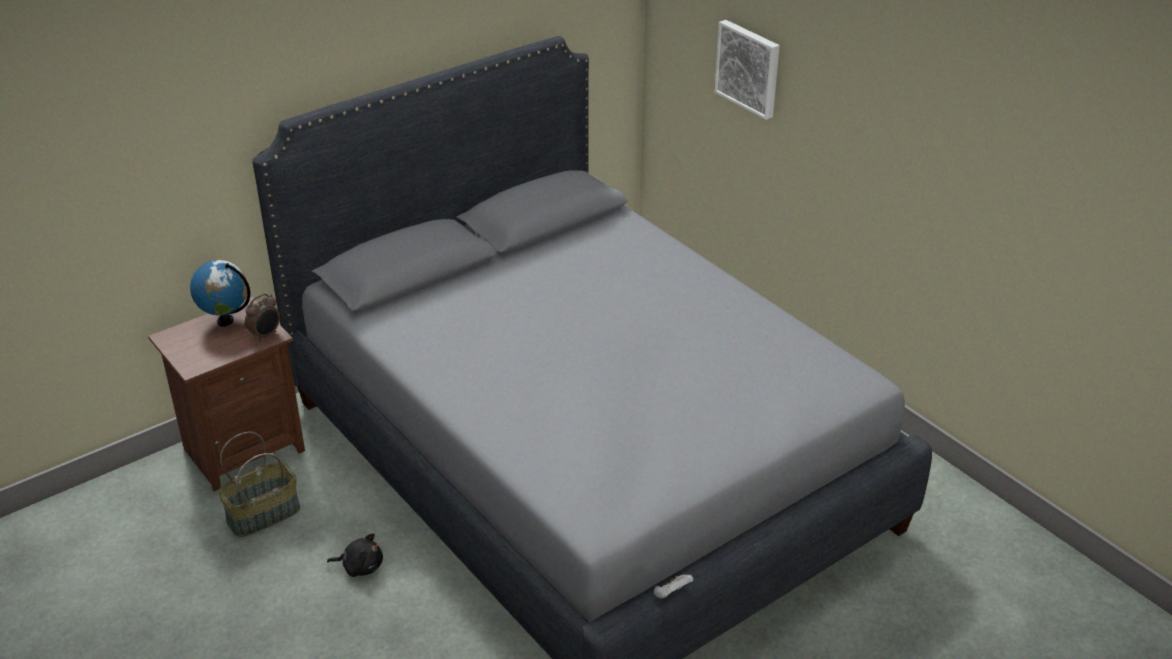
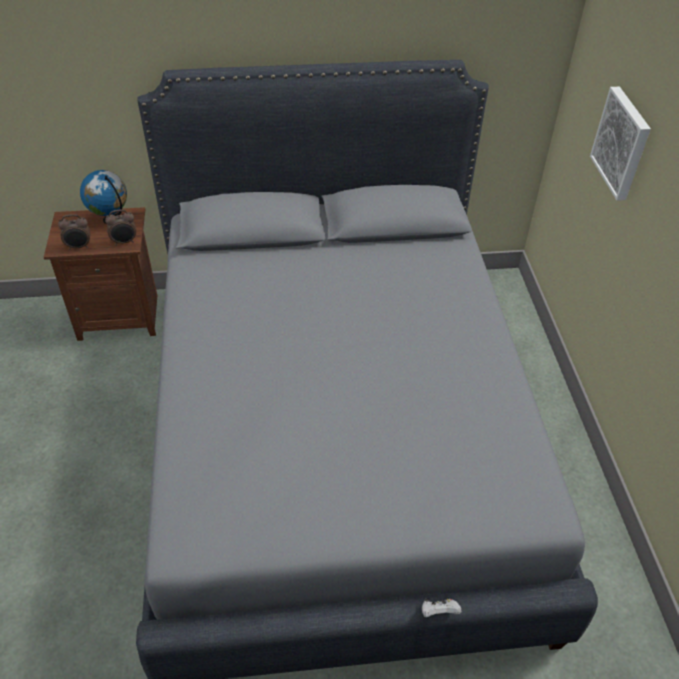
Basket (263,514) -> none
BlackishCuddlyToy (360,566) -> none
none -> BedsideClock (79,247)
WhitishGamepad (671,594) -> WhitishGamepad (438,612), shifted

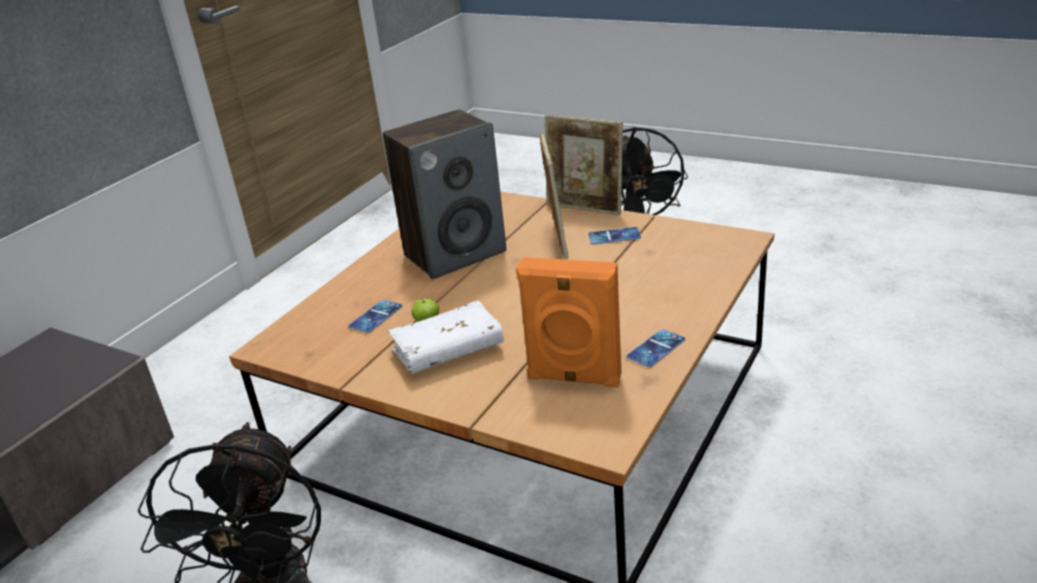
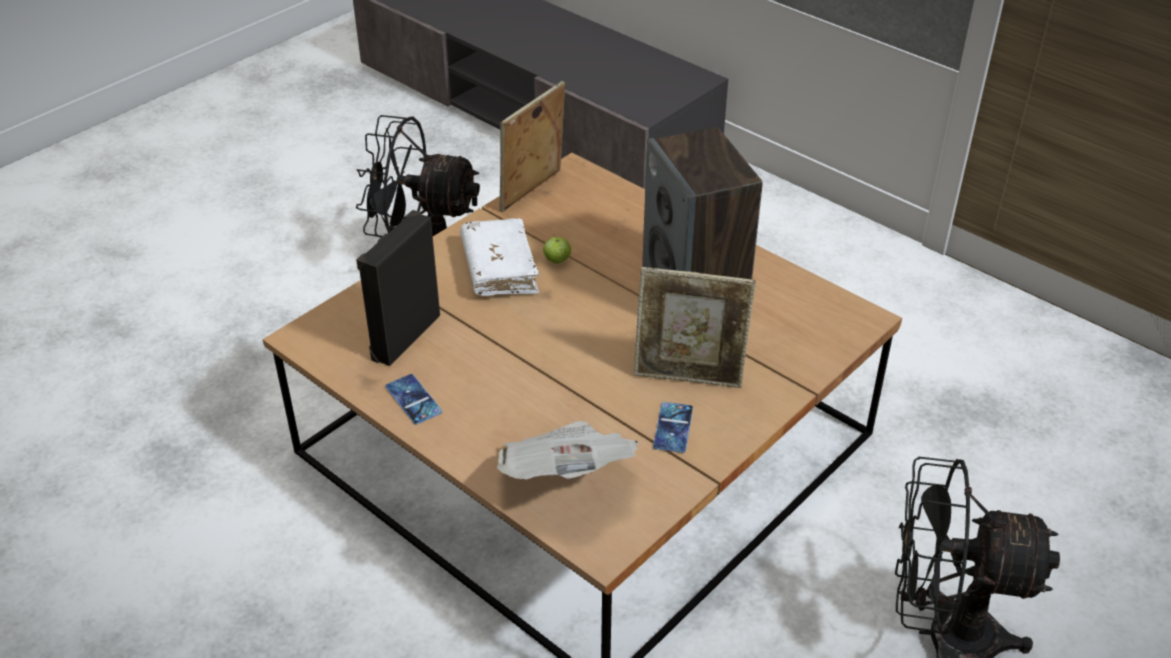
Phone (376,316) -> none
none -> PrintedPaper (567,476)
PhotoFrame (585,208) -> PhotoFrame (533,193), shifted
OrangeyAudioSpeaker (574,378) -> BlackishAudioSpeaker (403,336)

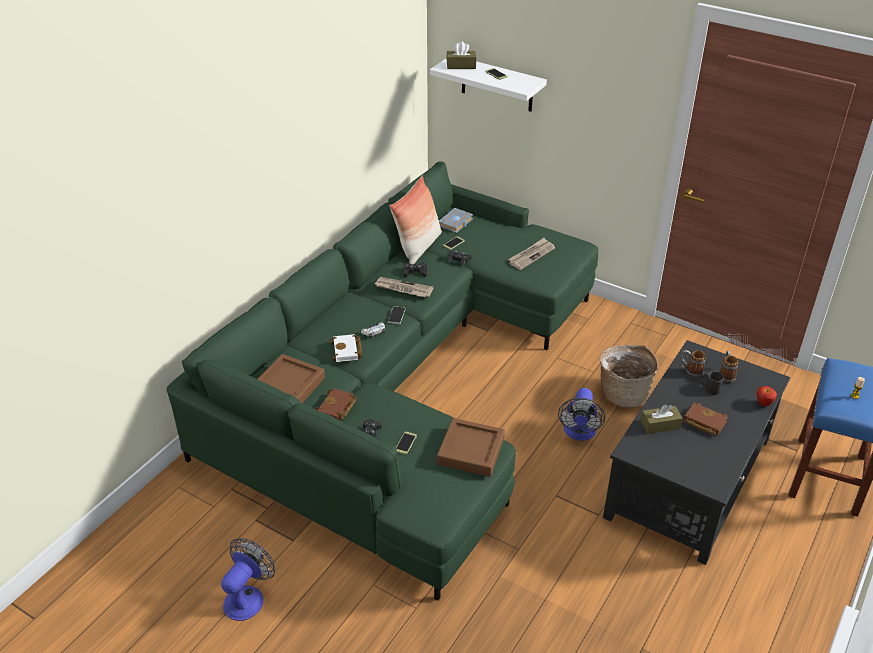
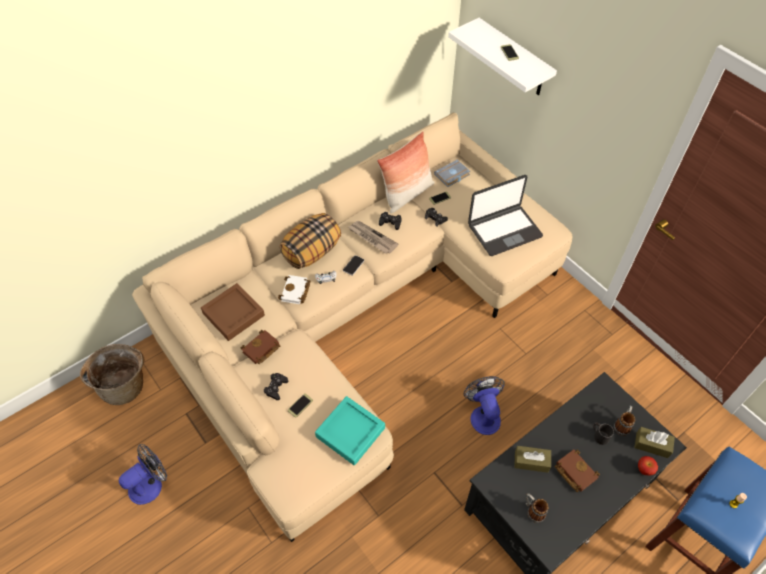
none -> Cushion (312,252)
BrownTissueBox (461,65) -> BrownTissueBox (652,445), shifted
Basket (624,393) -> Basket (124,385), shifted
CoffeeMug (690,371) -> CoffeeMug (533,511), shifted
PrintedPaper (531,255) -> NotebookComputer (504,230)
GreenishSofa (400,382) -> SandColouredSofa (355,314)
BrownTray (471,451) -> TurquoiseTray (350,432)
CoolingFan (579,433) -> CoolingFan (483,414), 135 degrees clockwise

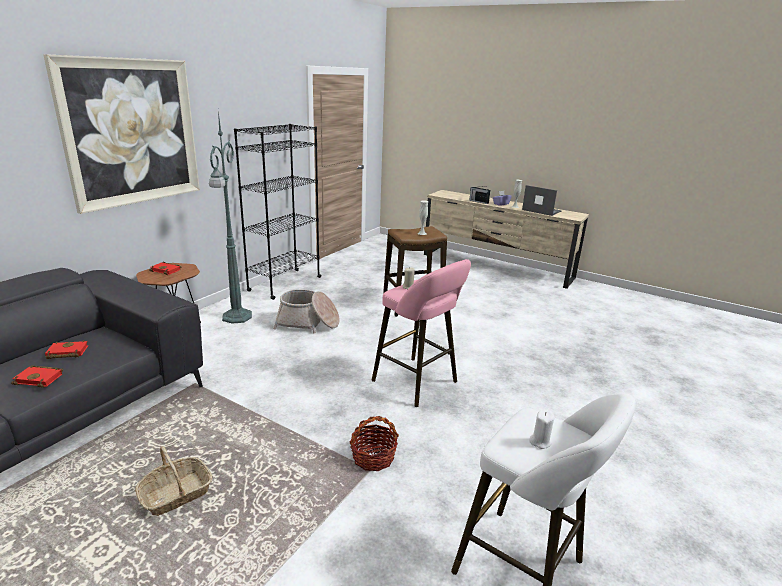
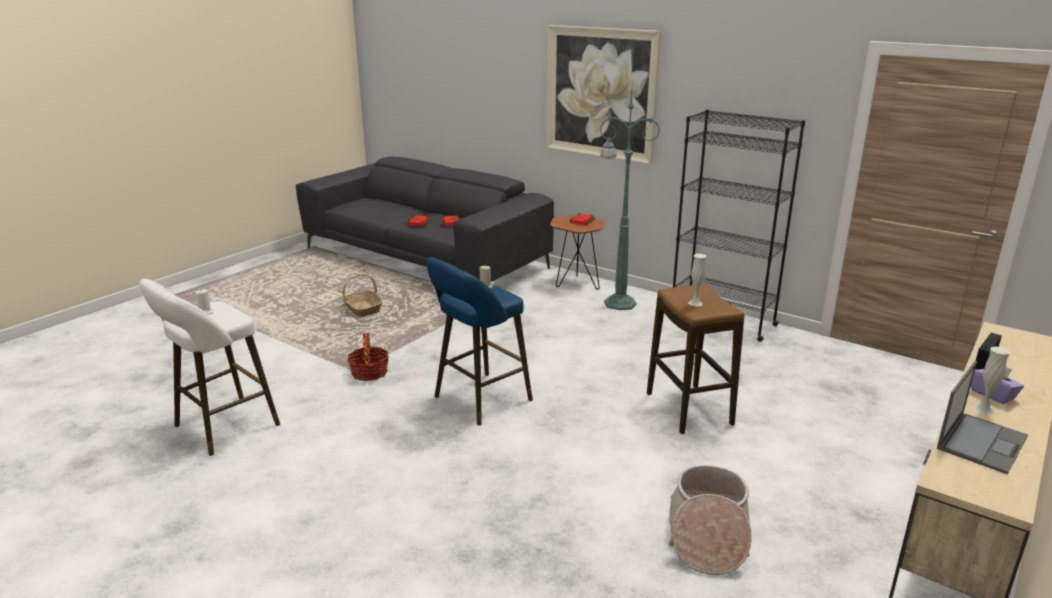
Basket (308,323) -> Basket (707,535), shifted
PinkishSittingStool (418,383) -> BluishSittingStool (478,400)

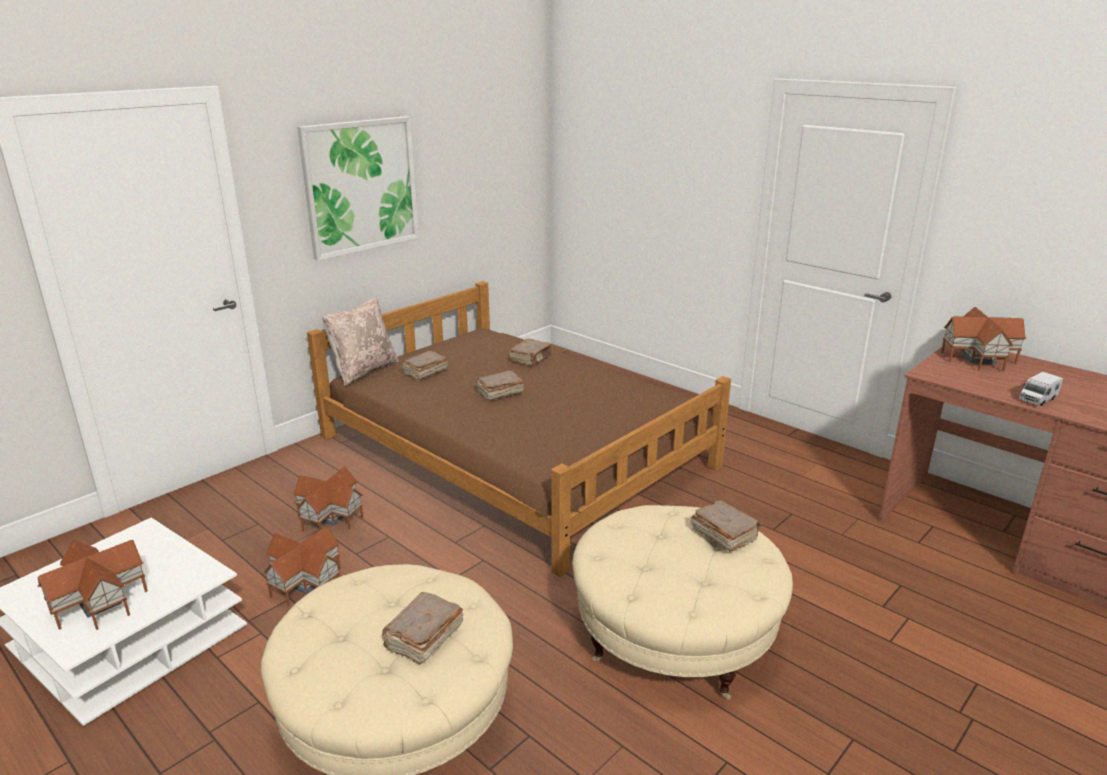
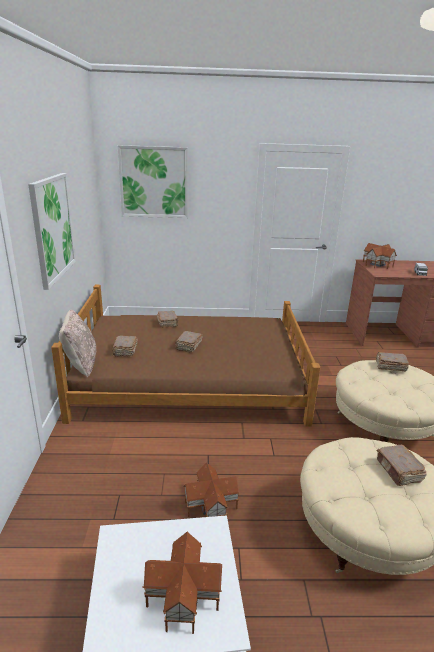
ToyHouse (330,516) -> none
none -> WallPicture (154,182)

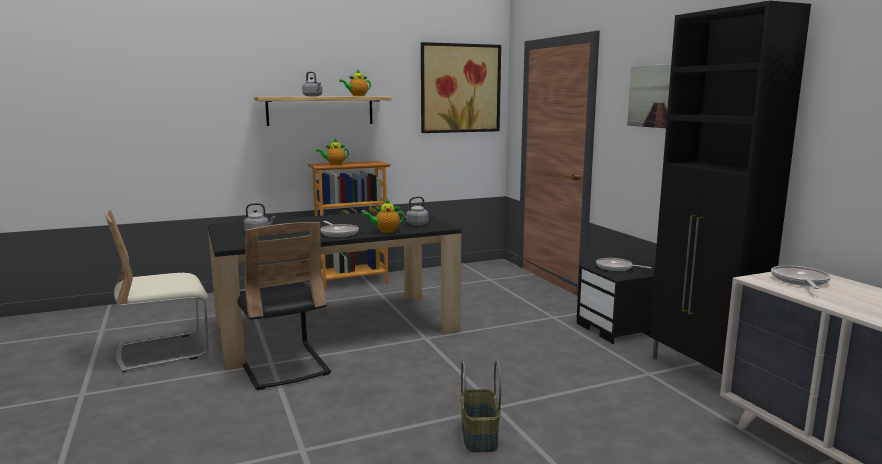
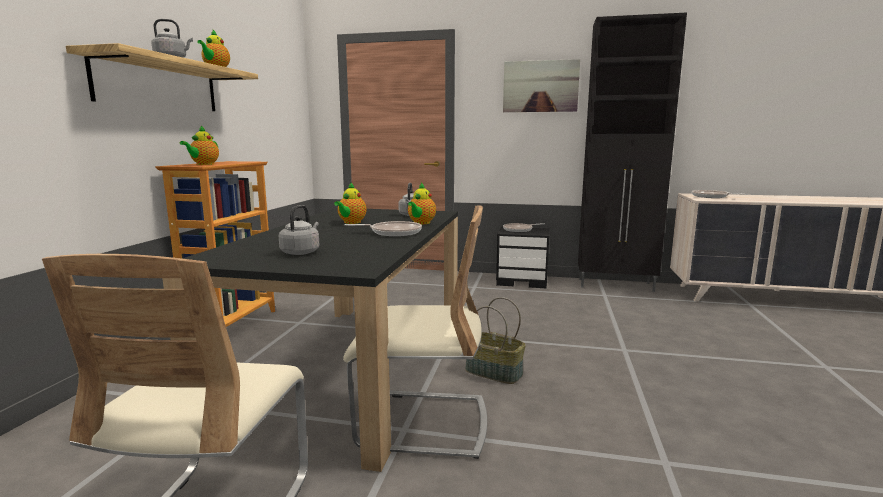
WallPicture (460,88) -> none
none -> Teapot (351,223)
Basket (478,435) -> Basket (492,372), shifted
BlackishChair (283,366) -> SandColouredChair (422,423)

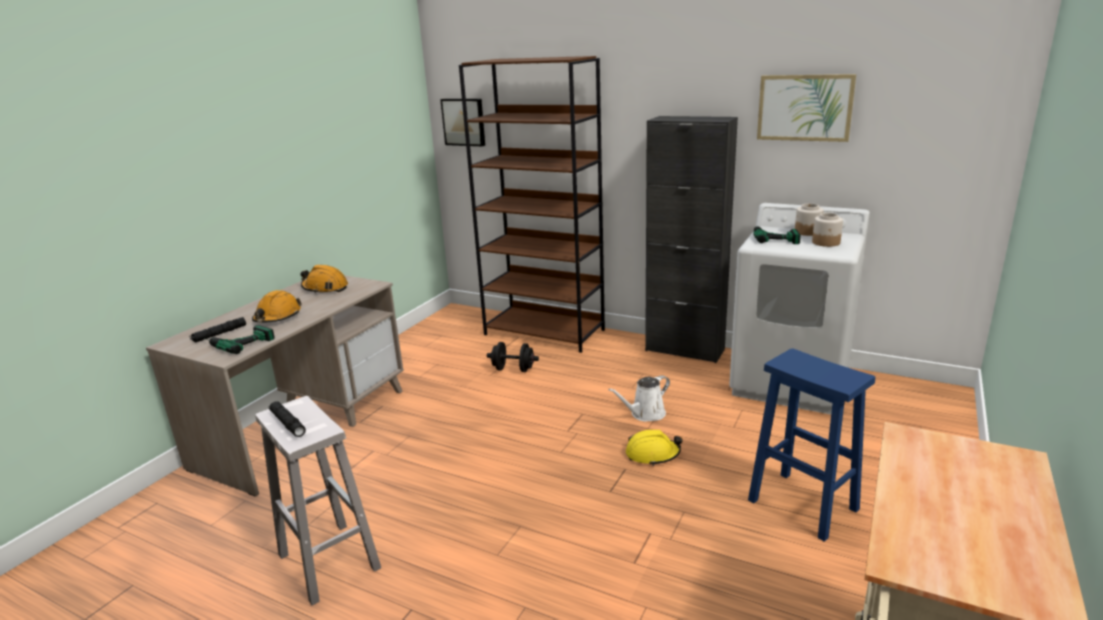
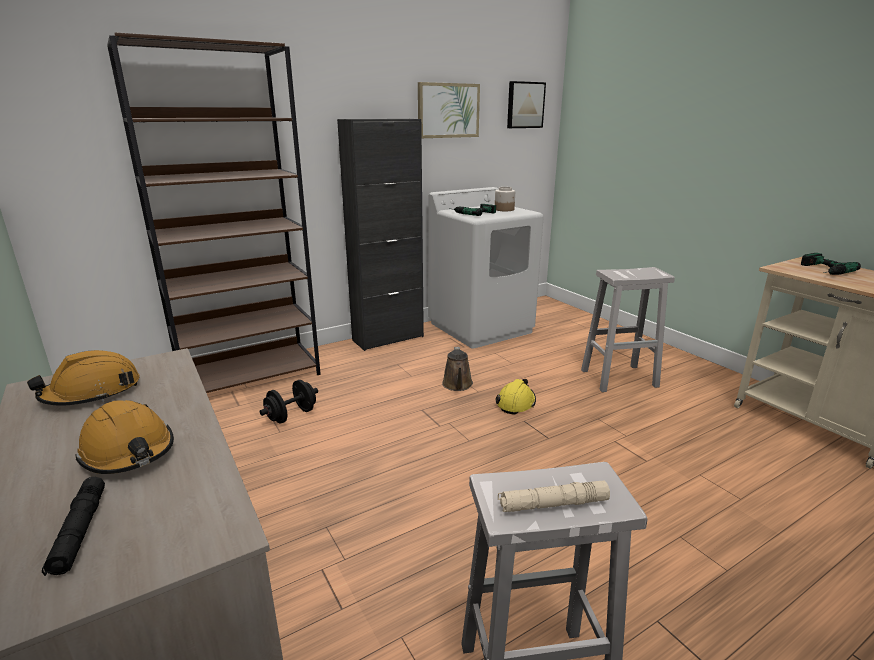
PreserveJar (807,232) -> none
ElectricDrill (238,342) -> ElectricDrill (820,270), shifted
WallPicture (464,122) -> WallPicture (524,105), shifted
BlackishHandTorch (287,423) -> SandColouredHandTorch (552,504)
WhitishSprinklingCan (645,414) -> BrownSprinklingCan (457,385)
BluishSittingStool (804,505) -> WhitishSittingStool (620,378)

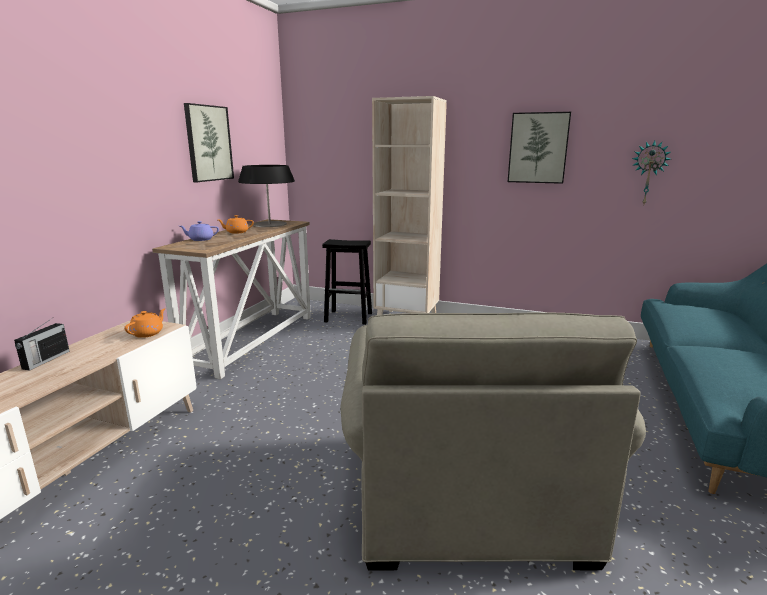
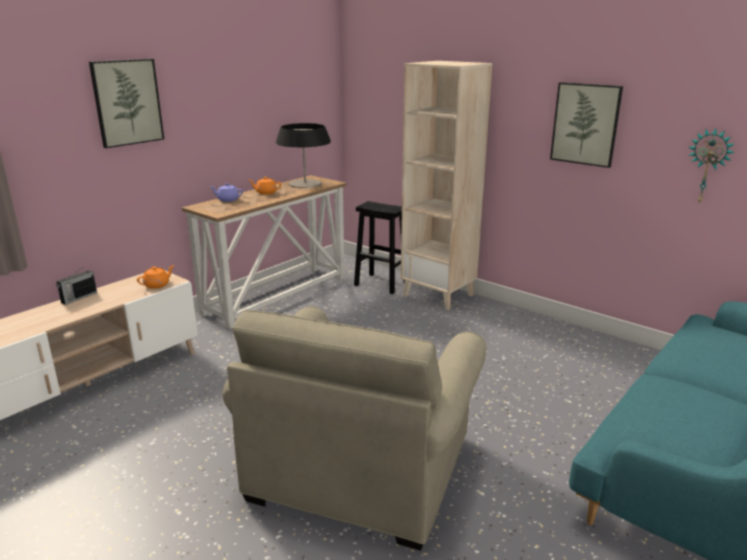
WallPicture (208,143) -> WallPicture (127,102), shifted

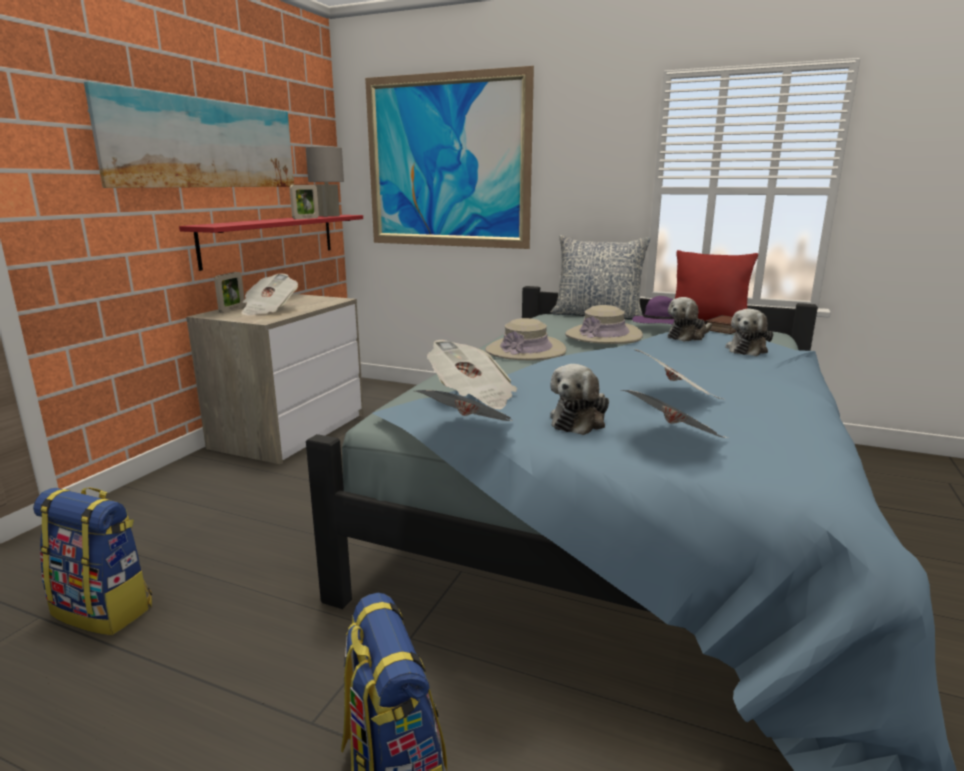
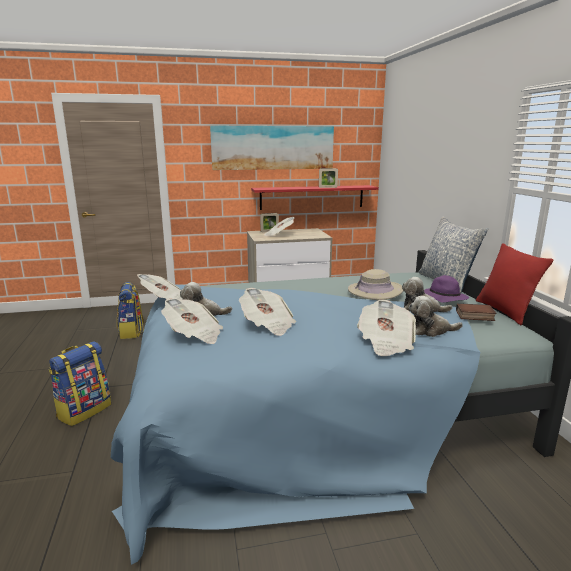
GrayLampForATable (328,216) -> none
WallPicture (446,162) -> none
SandColouredClothingHat (525,351) -> none
PrintedPaper (473,397) -> PrintedPaper (385,343), shifted

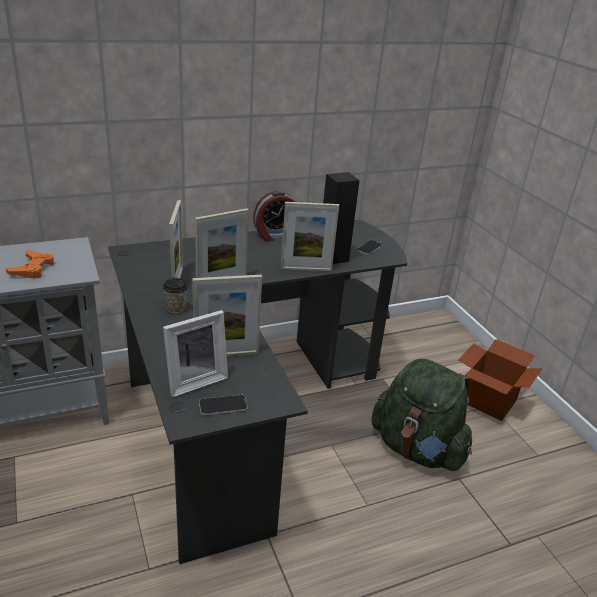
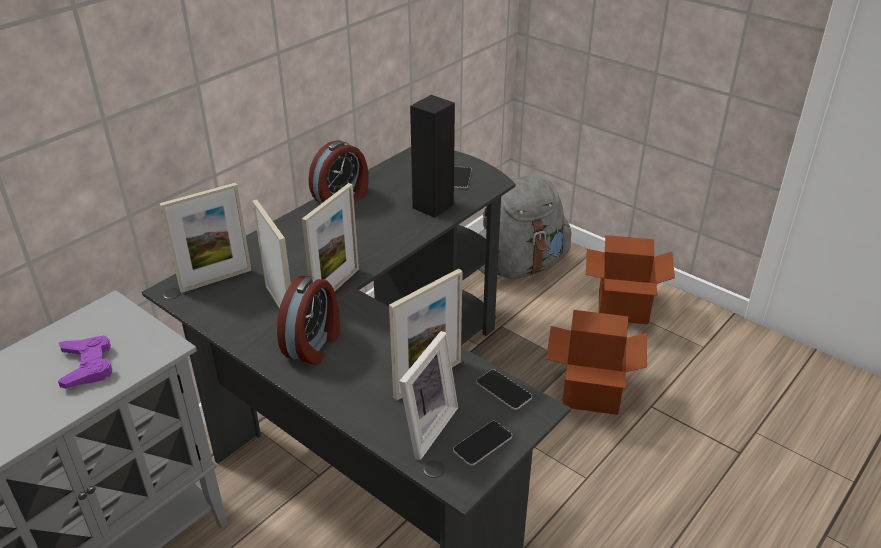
none -> Phone (503,390)
none -> GrayBackpack (520,266)
PhotoFrame (306,269) -> PhotoFrame (216,280), shifted
Cup (176,308) -> BedsideClock (314,345)
GreenishBackpack (417,449) -> PackingBox (591,392)
OrangeyGamepad (33,268) -> PurpleGamepad (87,366)

